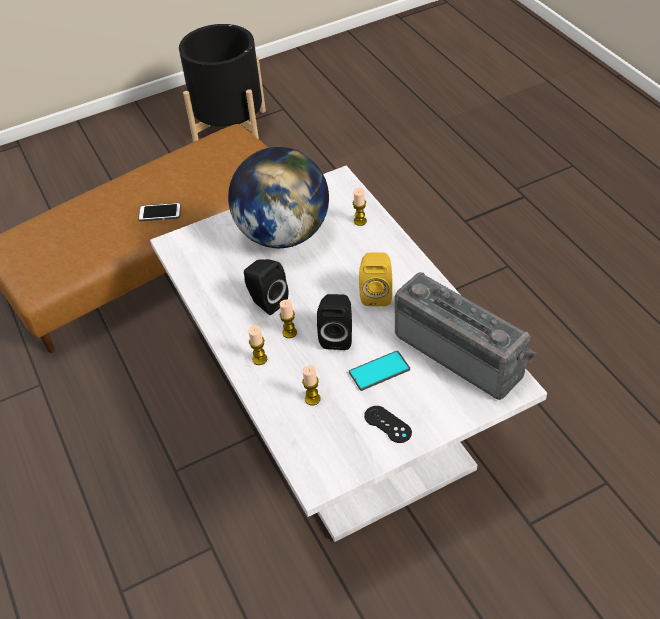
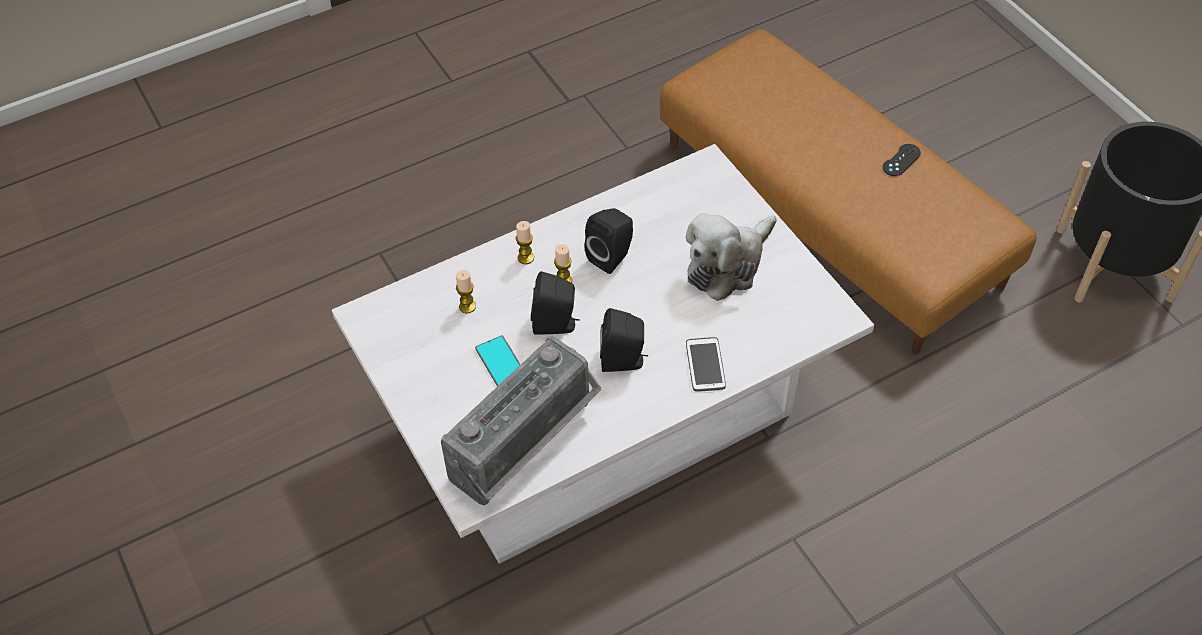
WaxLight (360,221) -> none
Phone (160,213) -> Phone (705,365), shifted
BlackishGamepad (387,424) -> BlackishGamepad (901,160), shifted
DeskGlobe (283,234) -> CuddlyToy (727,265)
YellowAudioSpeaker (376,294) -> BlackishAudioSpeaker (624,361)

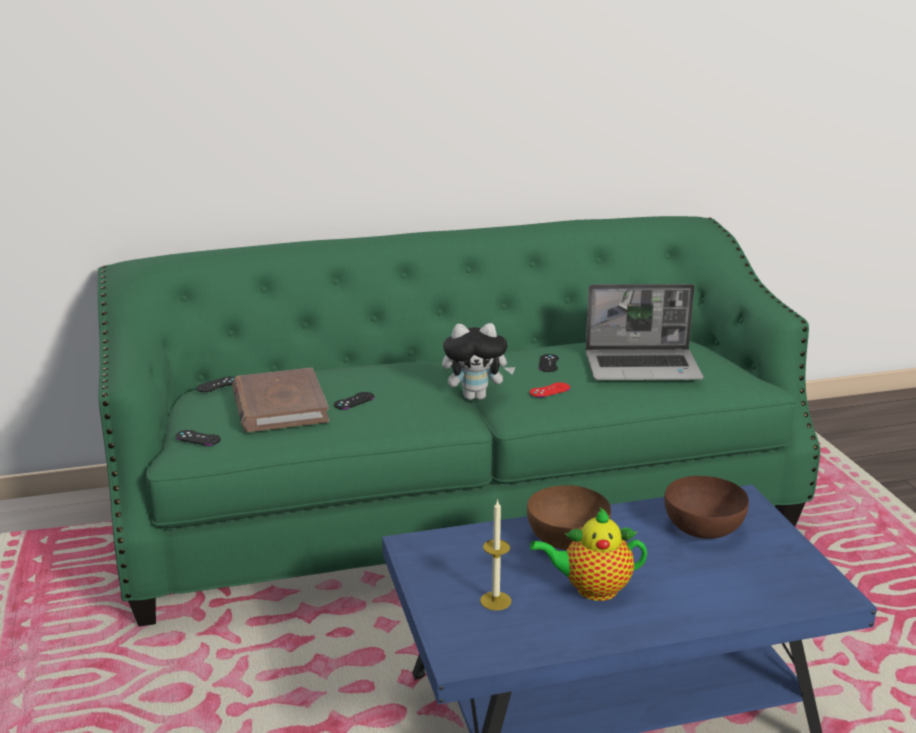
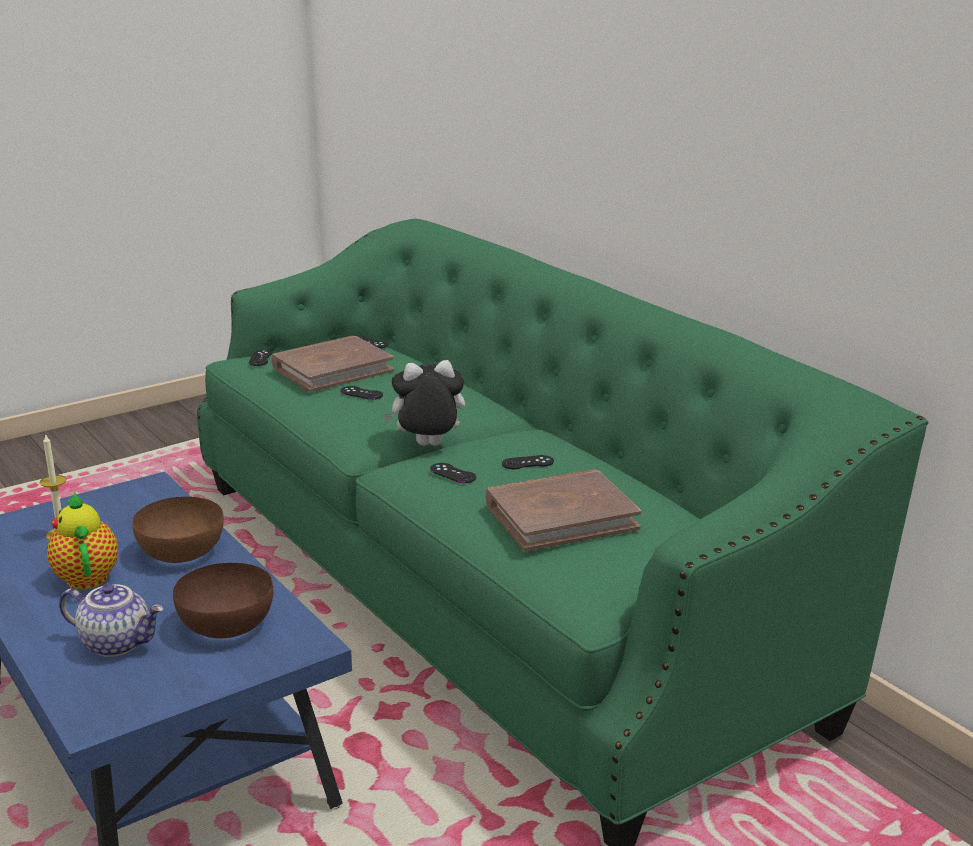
none -> Teapot (117,643)
NotebookComputer (643,367) -> BrownBoundBook (561,516)
RedGamepad (549,390) -> BlackishGamepad (453,473)
CuddlyToy (476,396) -> CuddlyToy (427,446), 105 degrees clockwise

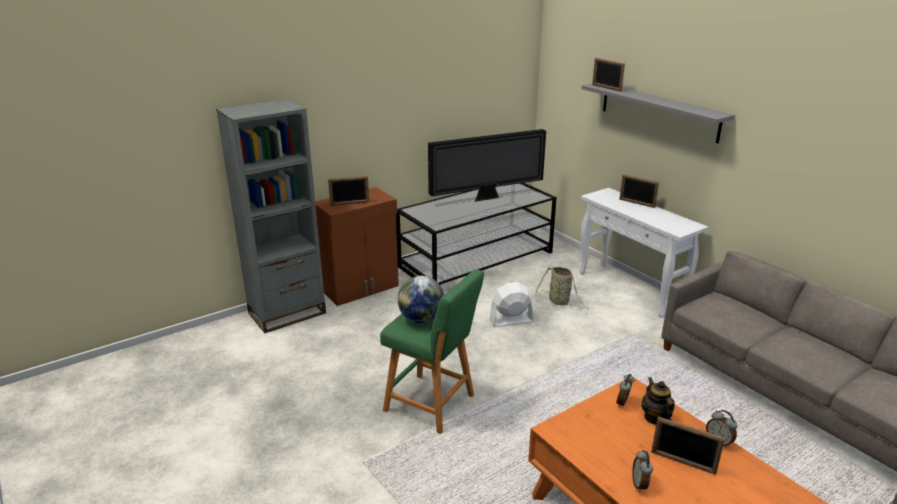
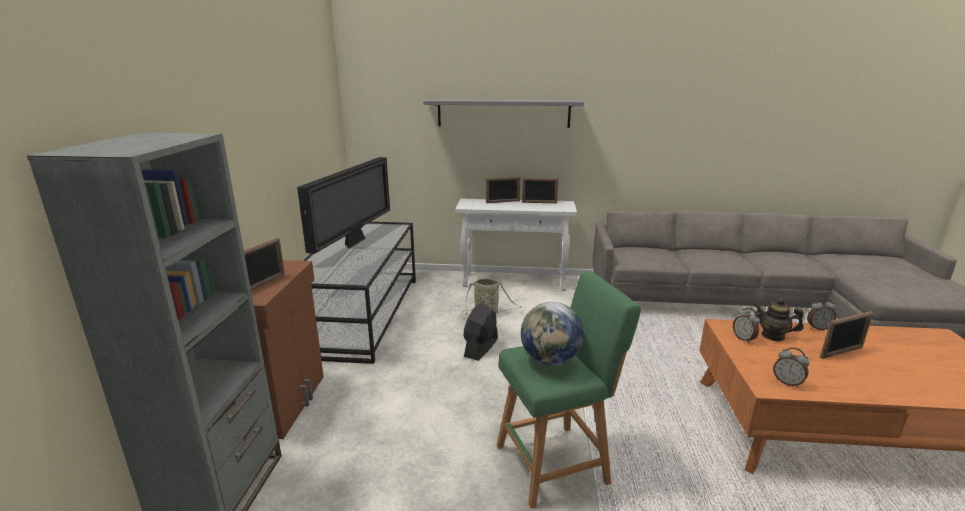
PhotoFrame (606,88) -> PhotoFrame (539,202), shifted
BedsideClock (640,484) -> BedsideClock (787,382), shifted
WhitishCoolingFan (511,321) -> BlackishCoolingFan (481,348)

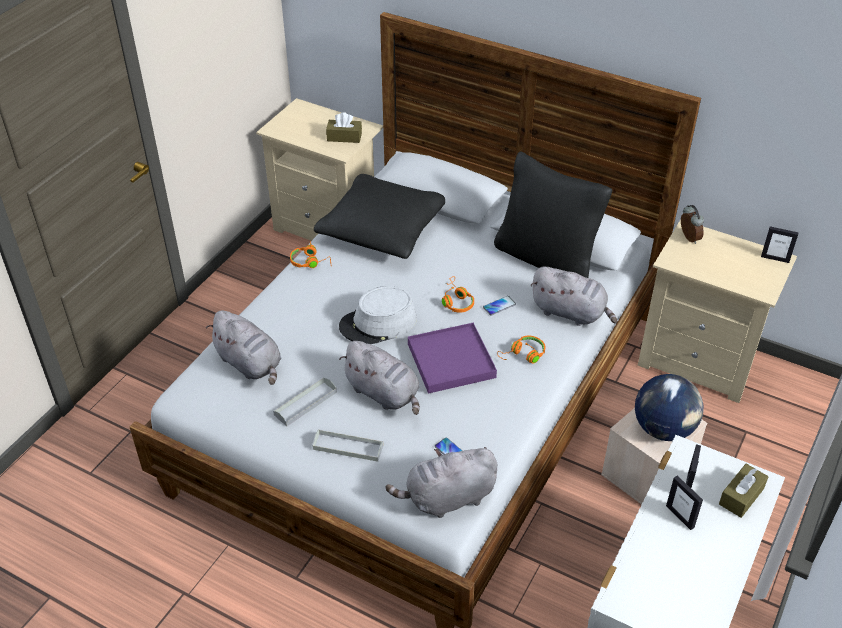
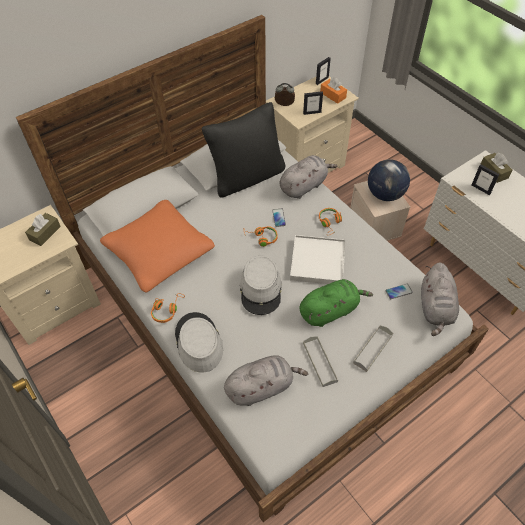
none -> GrayClothingHat (198,342)
none -> OrangeyTissueBox (333,95)
PhotoFrame (680,516) -> PhotoFrame (312,112), shifted
BlackishCushion (382,229) -> OrangeyCushion (159,252)
GrayCuddlyToy (384,393) -> GreenishCuddlyToy (330,310)
PurpleTray (451,361) -> WhitishTray (318,261)

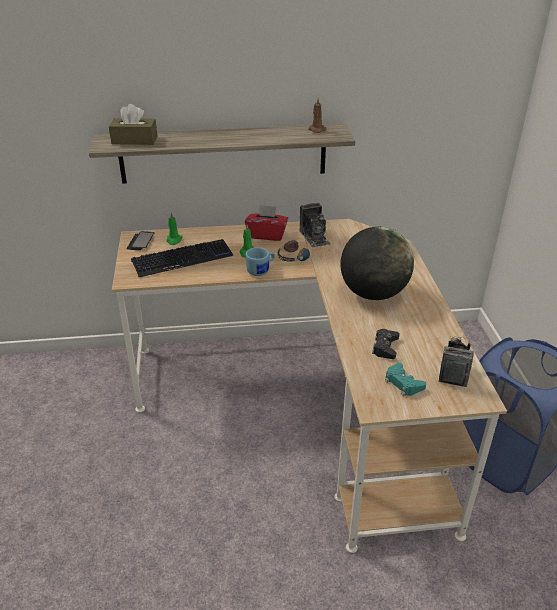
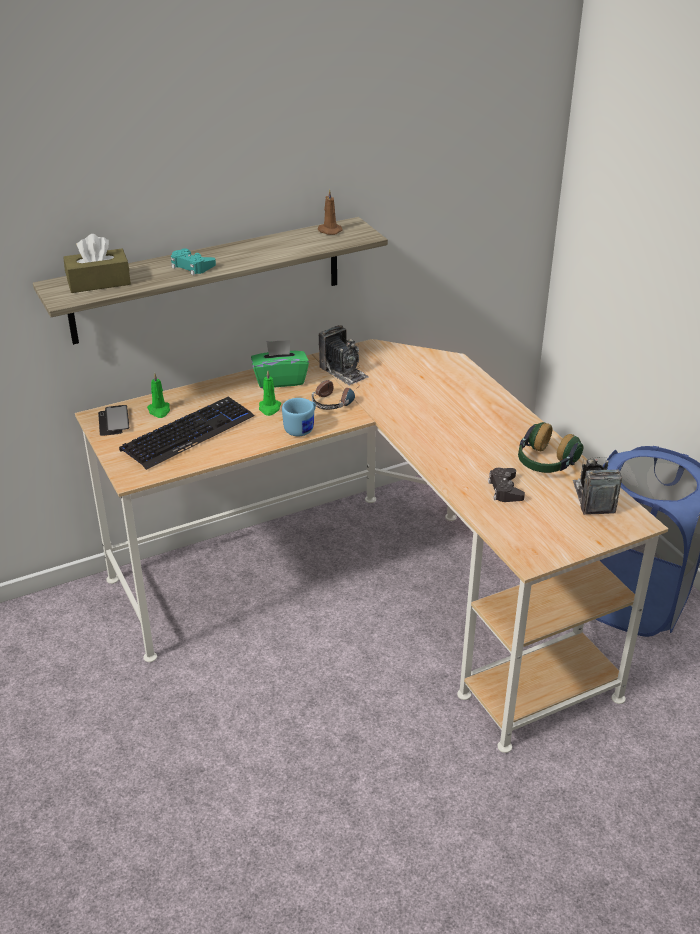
DeskGlobe (373,294) -> none
none -> Headphones (545,463)
TurquoiseGamepad (403,383) -> TurquoiseGamepad (191,266), shifted
RedTissueBox (267,235) -> GreenishTissueBox (280,380)

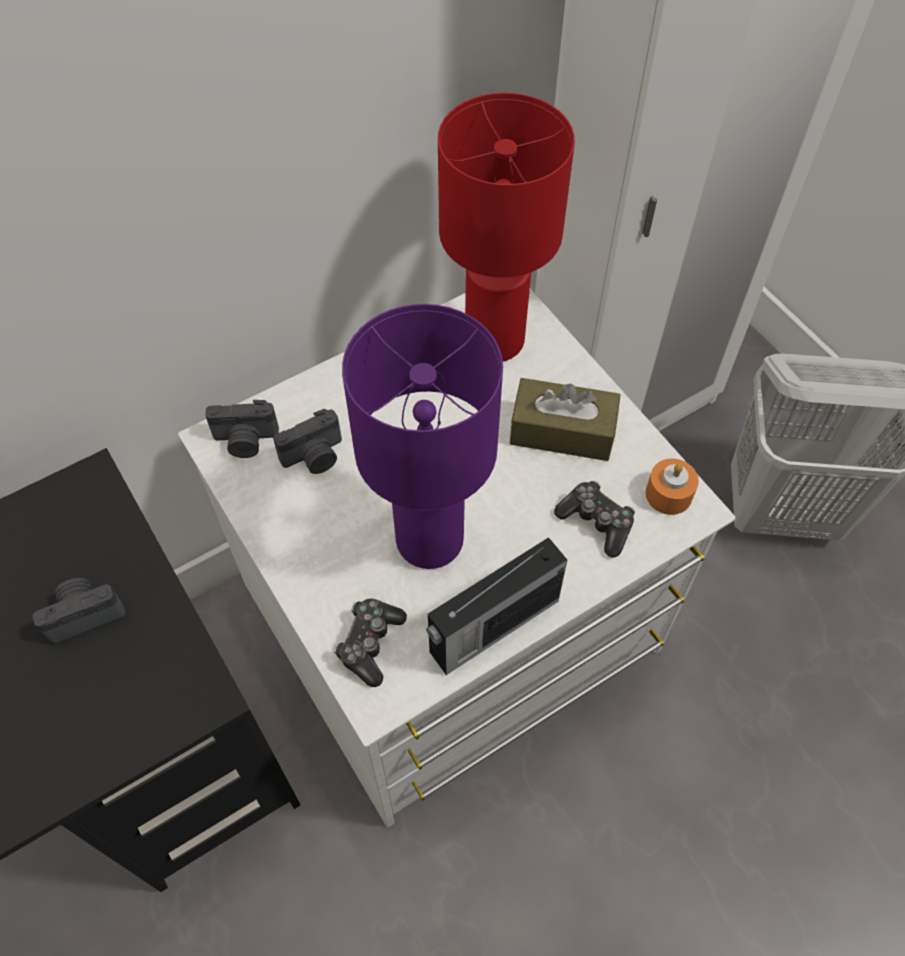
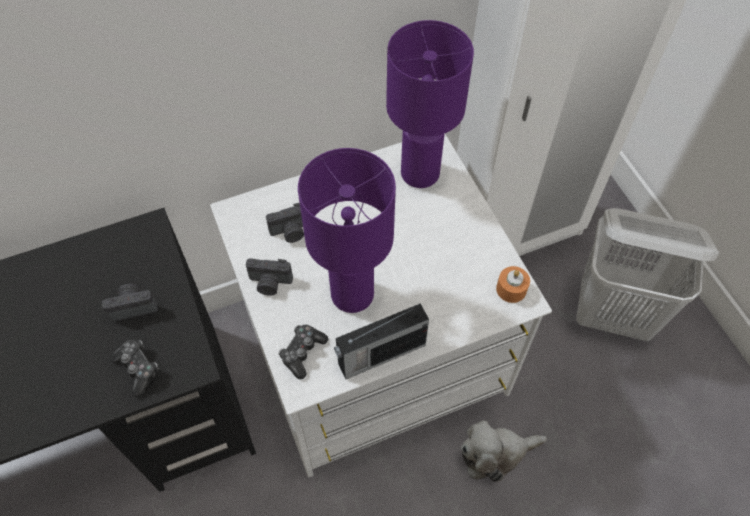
BrownTissueBox (562,431) -> none
none -> CuddlyToy (495,453)
StillCamera (246,441) -> StillCamera (270,283), shifted
Gamepad (596,522) -> Gamepad (138,369), shifted
RedLampForATable (496,341) -> PurpleLampForATable (421,174)

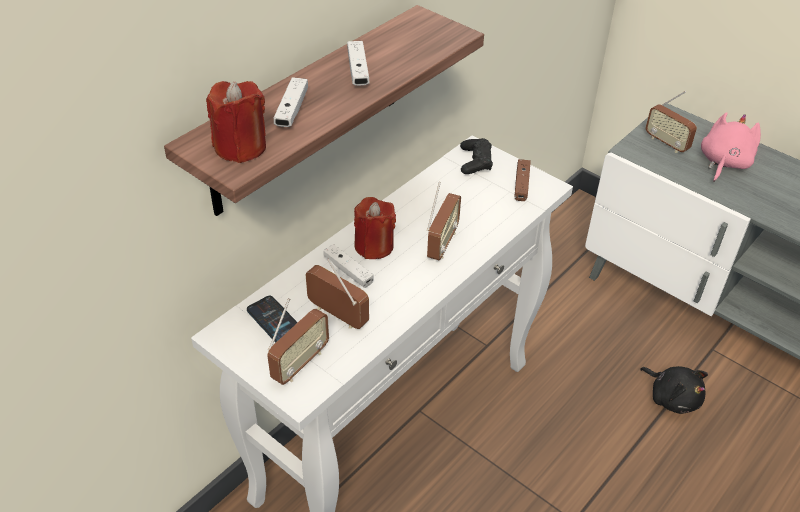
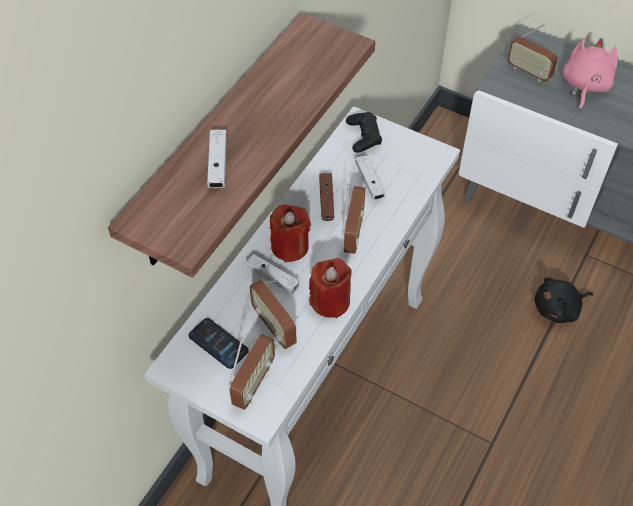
RedWaxLight (240,147) -> RedWaxLight (330,301), shifted
WhitishGamepad (358,71) -> WhitishGamepad (369,182), shifted
BrownGamepad (521,184) -> BrownGamepad (326,200), shifted
Radio (337,315) -> Radio (274,327), 150 degrees counterclockwise
BlackishCuddlyToy (672,397) -> BlackishCuddlyToy (558,309), 120 degrees clockwise

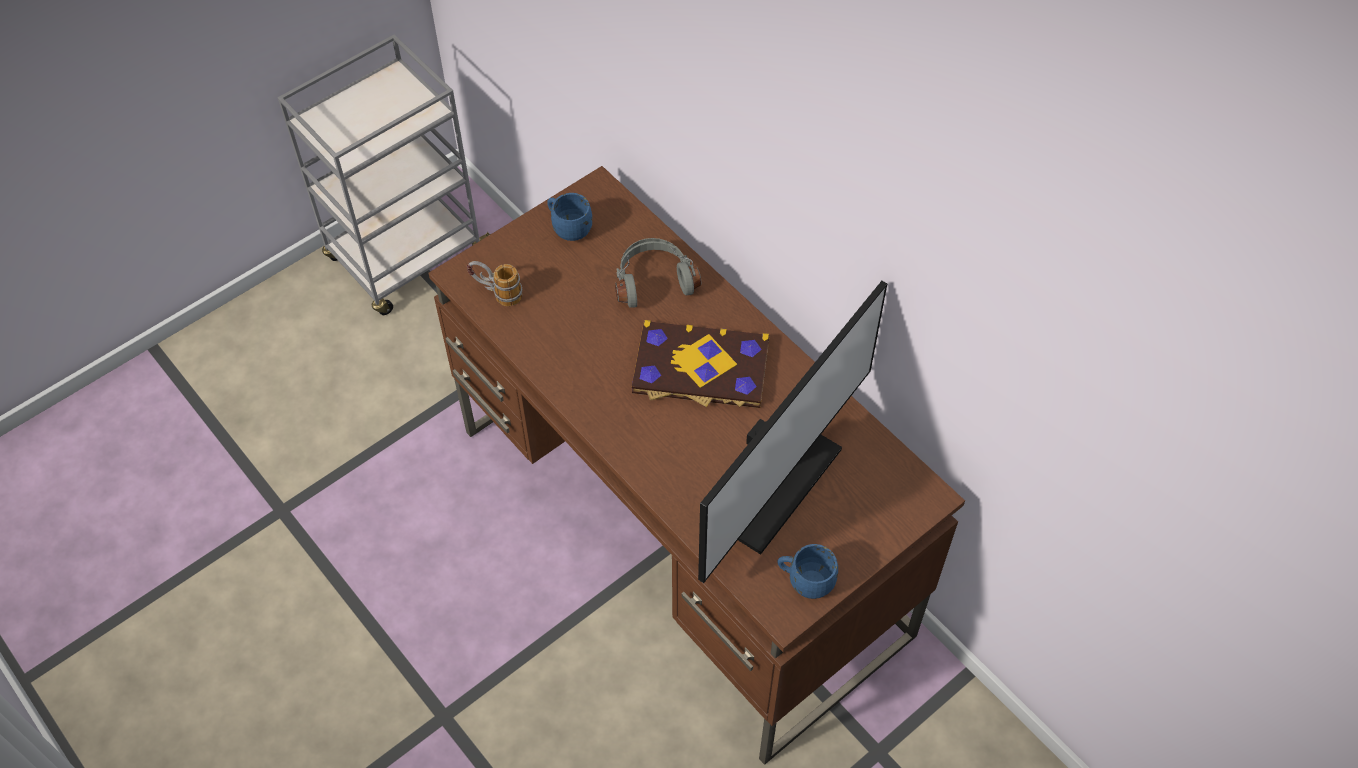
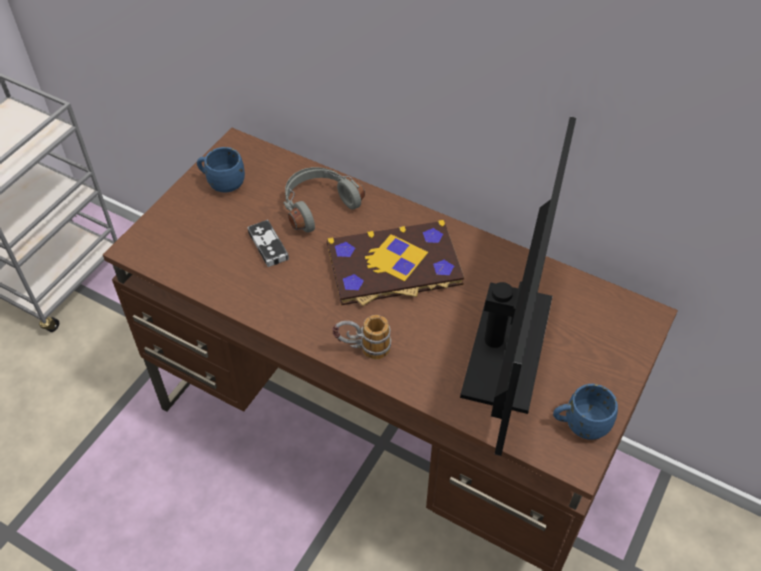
none -> Gamepad (268,245)
CoffeeMug (496,293) -> CoffeeMug (362,349), shifted

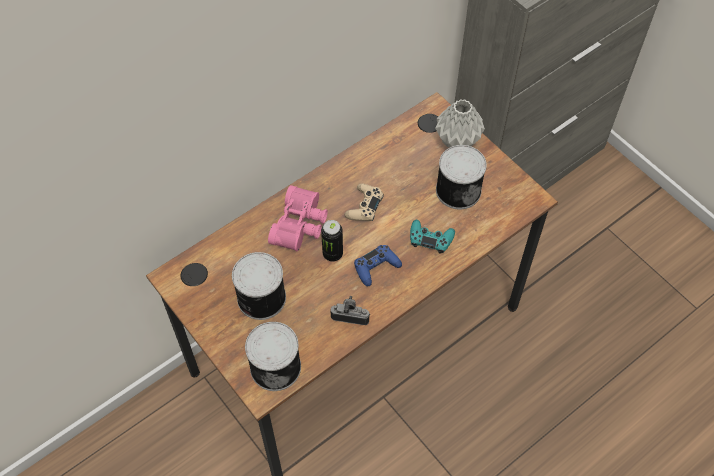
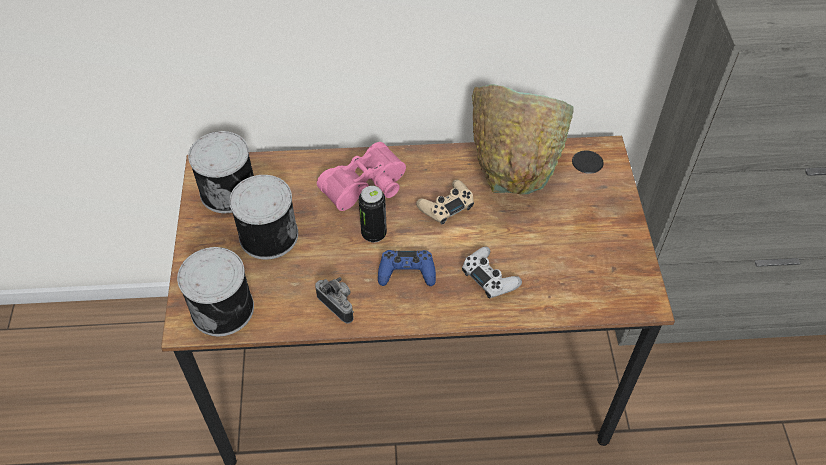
GrayFlowerVase (458,142) -> none
none -> GreenishDeepDish (513,168)
Can (458,189) -> Can (229,190), shifted
TurquoiseGamepad (430,239) -> WhitishGamepad (489,277)

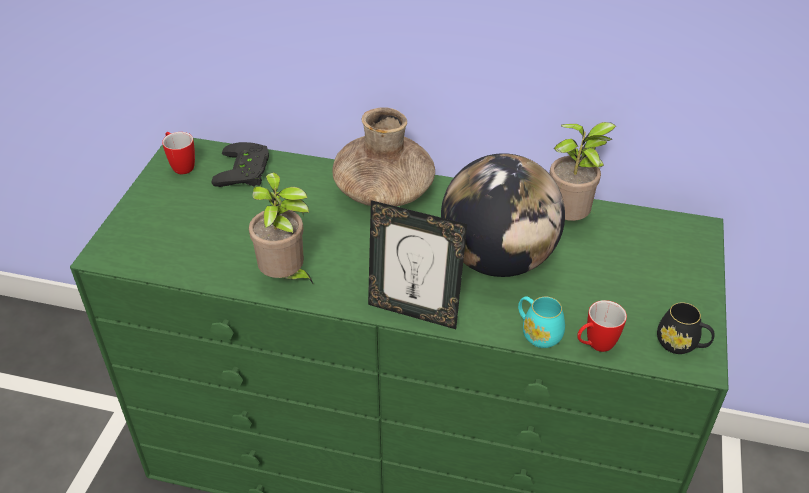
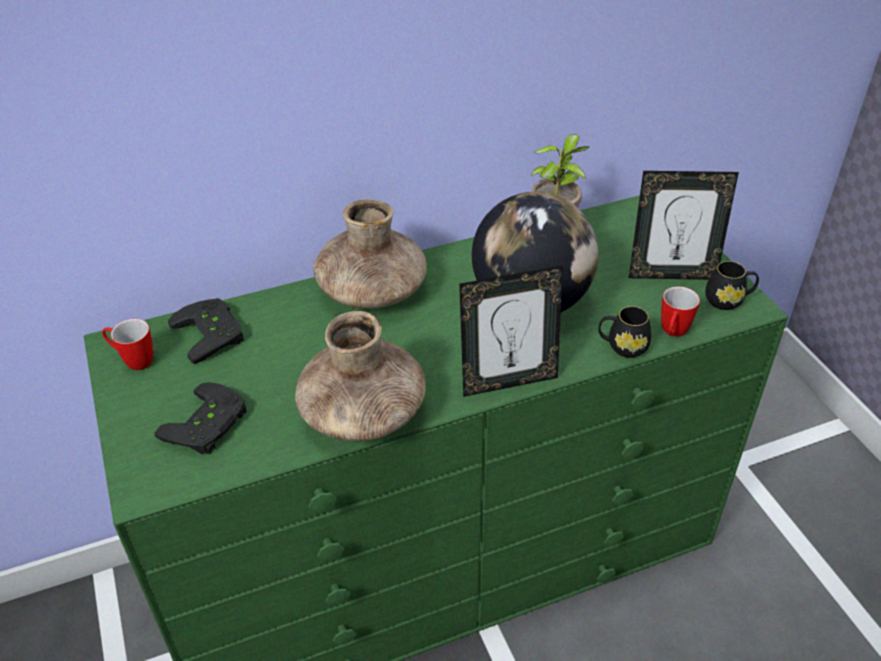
none -> BlackishGamepad (209,426)
none -> PhotoFrame (671,274)
PottedPlant (285,277) -> BrownFlowerVase (362,413)
TurquoiseCoffeeMug (537,333) -> BlackishCoffeeMug (622,346)

